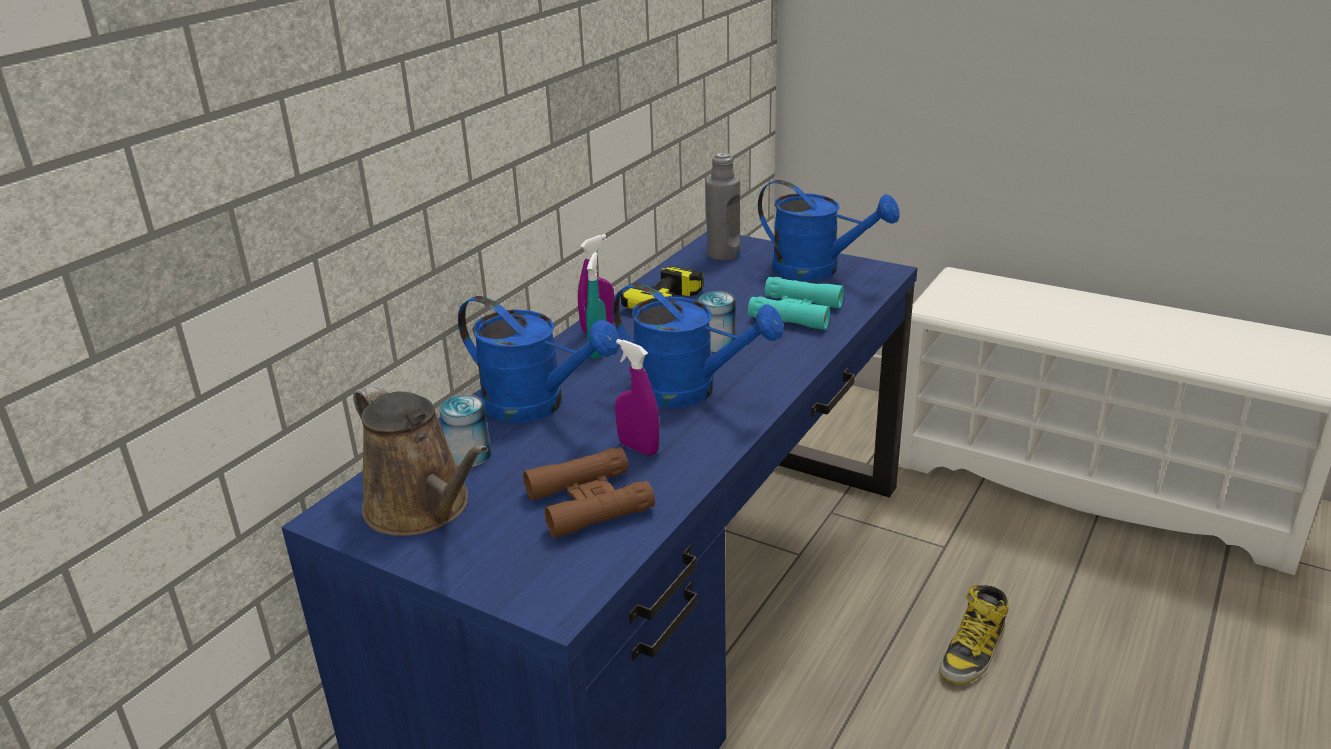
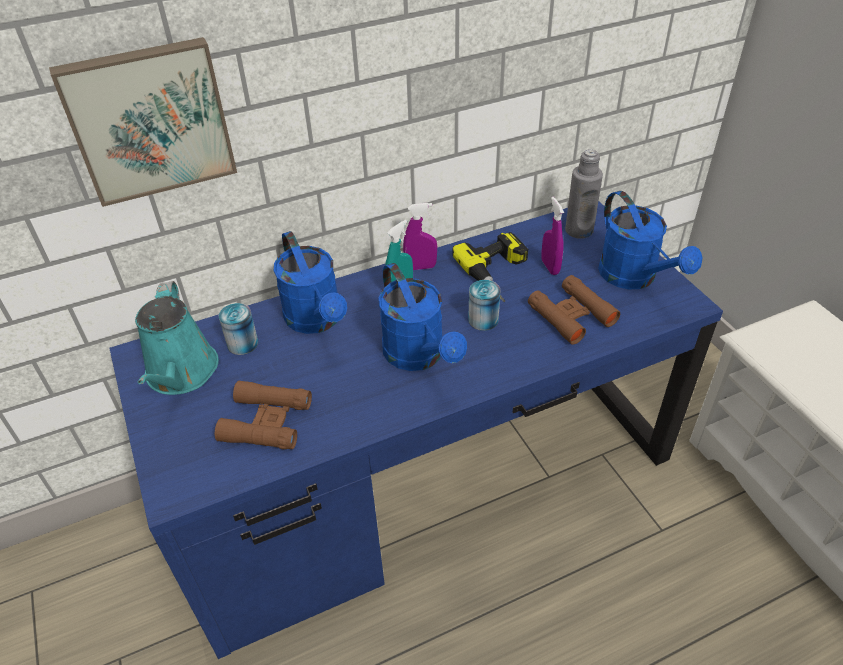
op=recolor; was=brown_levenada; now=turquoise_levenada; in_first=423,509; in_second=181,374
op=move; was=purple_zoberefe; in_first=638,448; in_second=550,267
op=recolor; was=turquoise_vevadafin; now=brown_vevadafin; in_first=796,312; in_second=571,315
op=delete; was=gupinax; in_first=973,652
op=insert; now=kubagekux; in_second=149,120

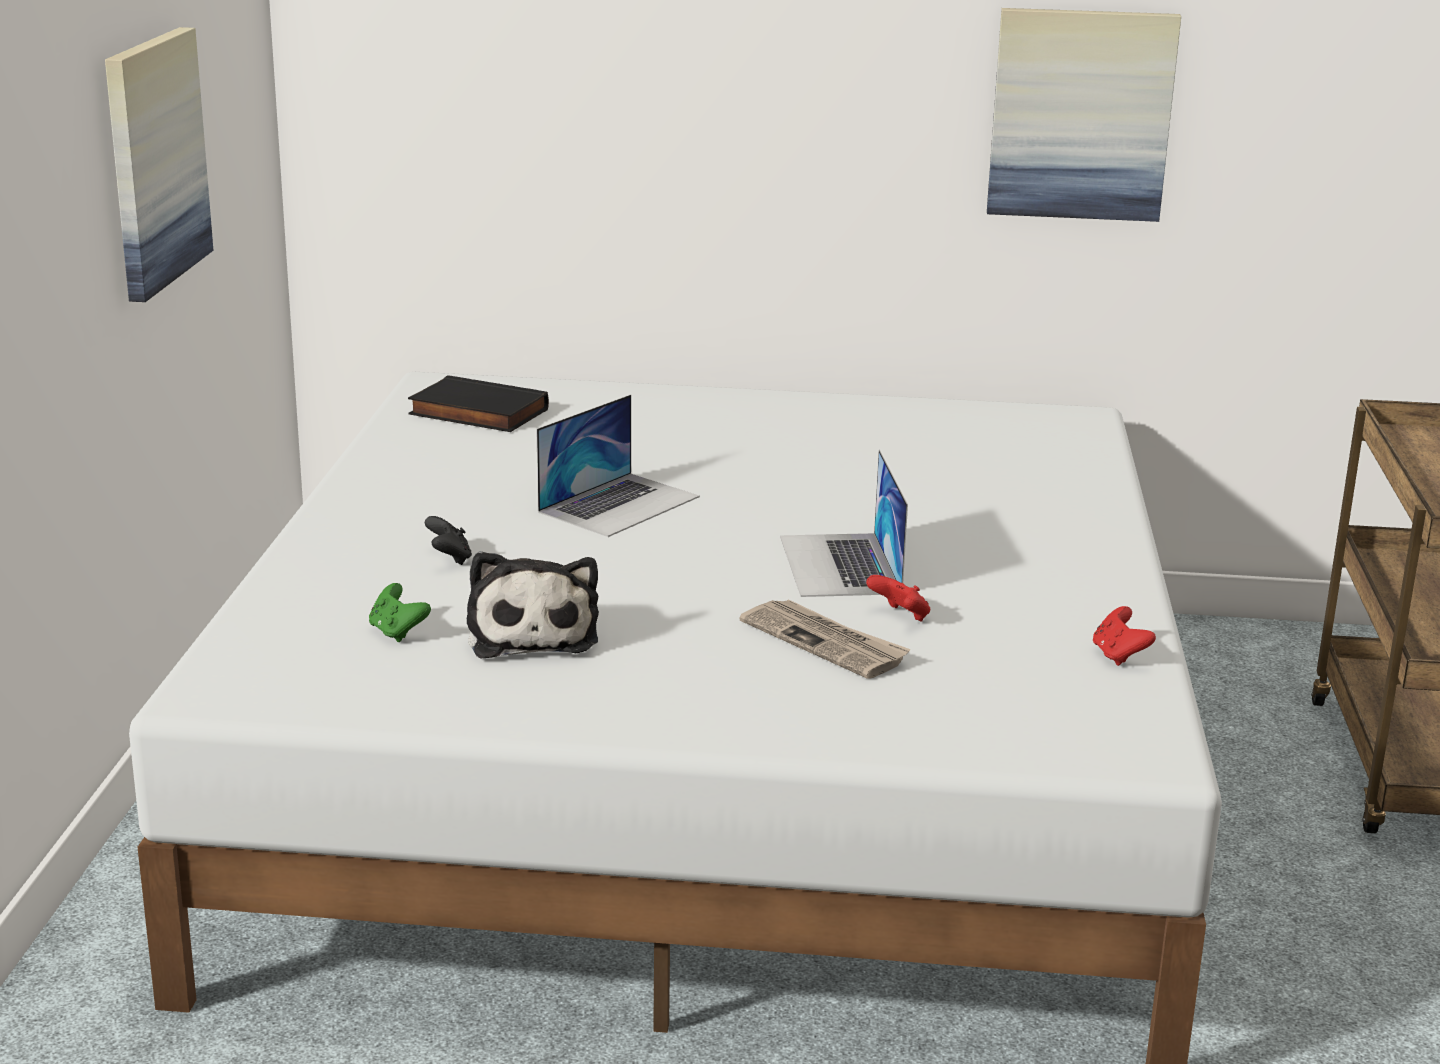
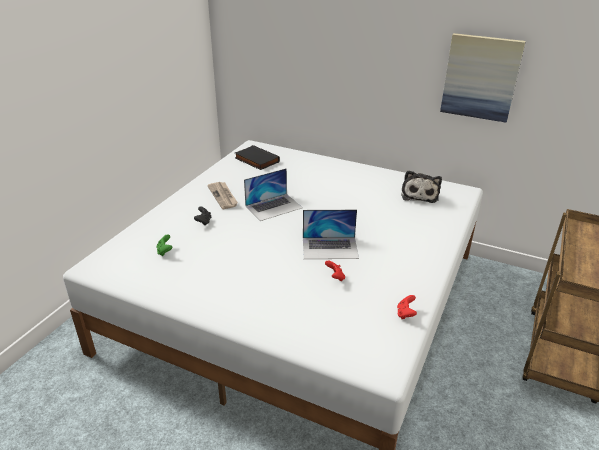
op=delete; was=kubagekux; in_first=154,161
op=move; was=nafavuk; in_first=532,633; in_second=419,194
op=move; was=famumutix; in_first=825,642; in_second=223,196
op=rotate; was=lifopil; in_first=840,565; in_second=330,248; clockwise=-105

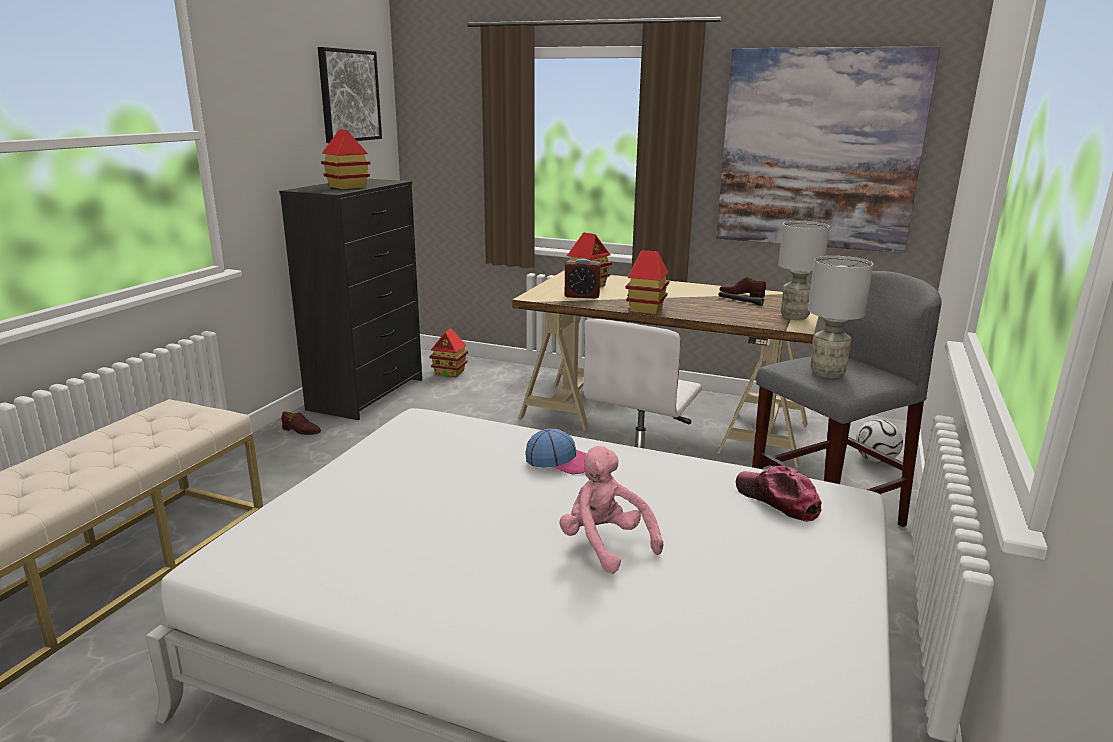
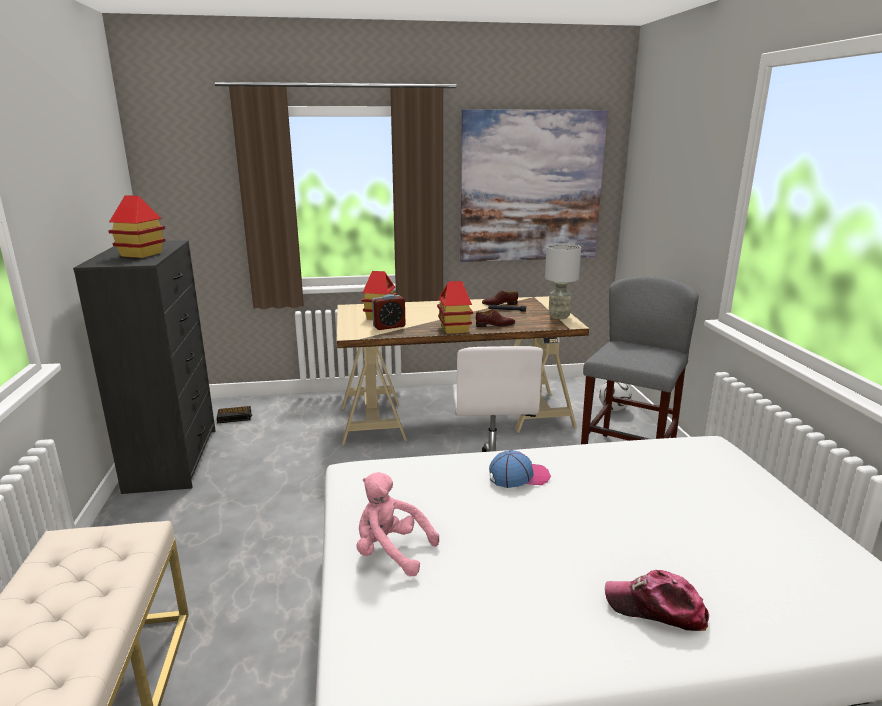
op=move; was=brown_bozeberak; in_first=301,431; in_second=495,325
op=delete; was=kubagekux; in_first=349,95
op=replace; was=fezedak; now=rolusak; in_first=450,372; in_second=235,417
op=move; was=pink_nafavuk; in_first=605,544; in_second=391,552
op=move; was=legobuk; in_first=777,500; in_second=656,608
op=delete; was=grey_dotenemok; in_first=828,373

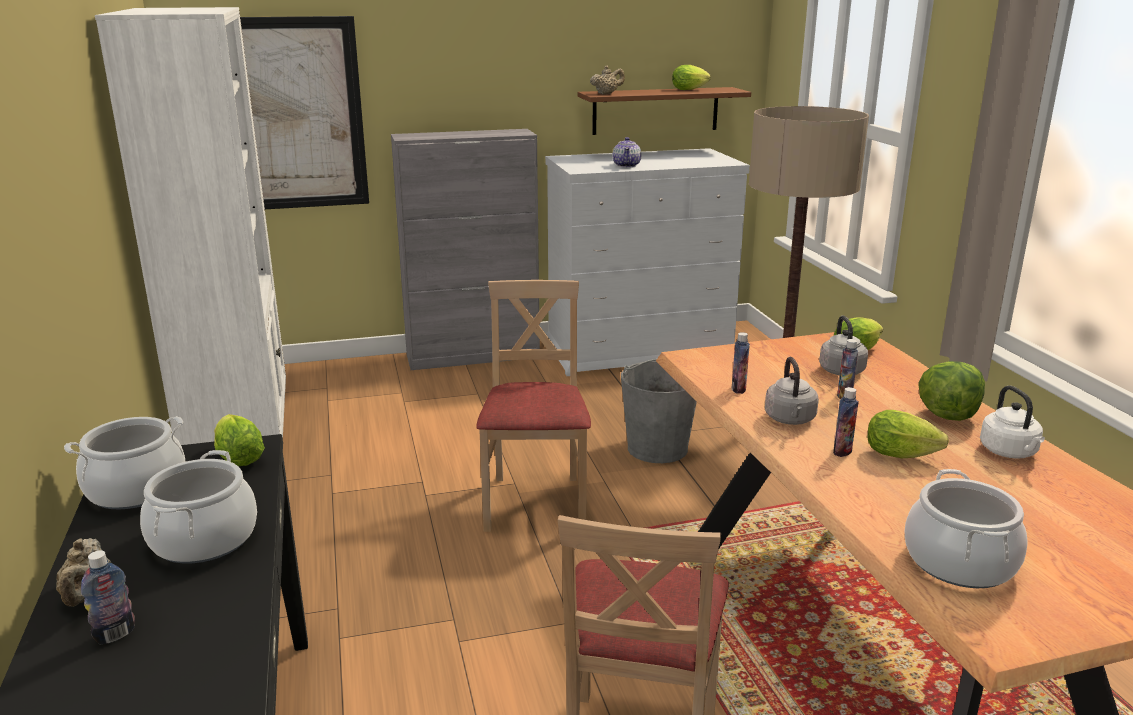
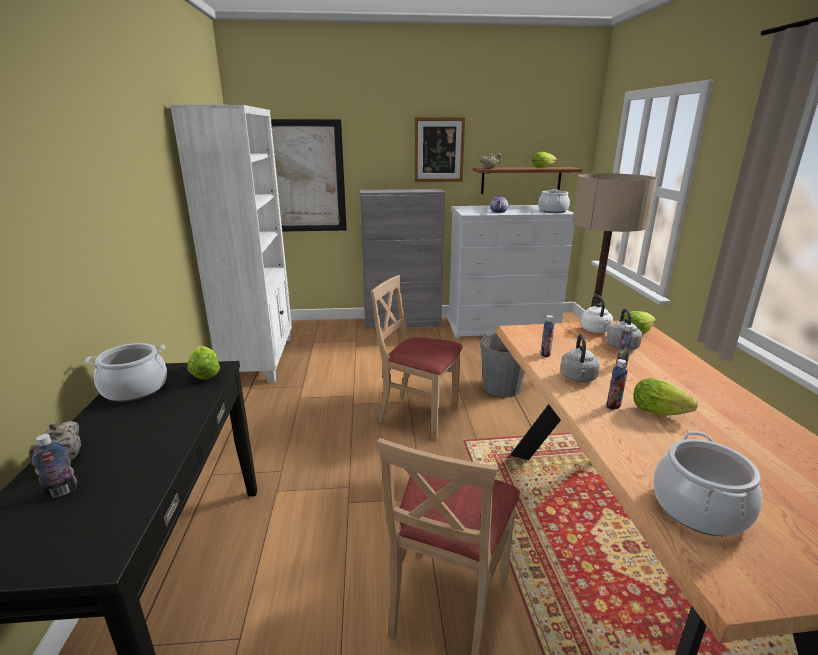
op=move; was=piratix; in_first=204,539; in_second=553,211
op=rotate; was=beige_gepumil; in_first=536,503; in_second=418,415; clockwise=-75
op=delete; was=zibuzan; in_first=947,415
op=move; was=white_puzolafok; in_first=1010,452; in_second=596,331
op=insert; now=kubagekux; in_second=439,150

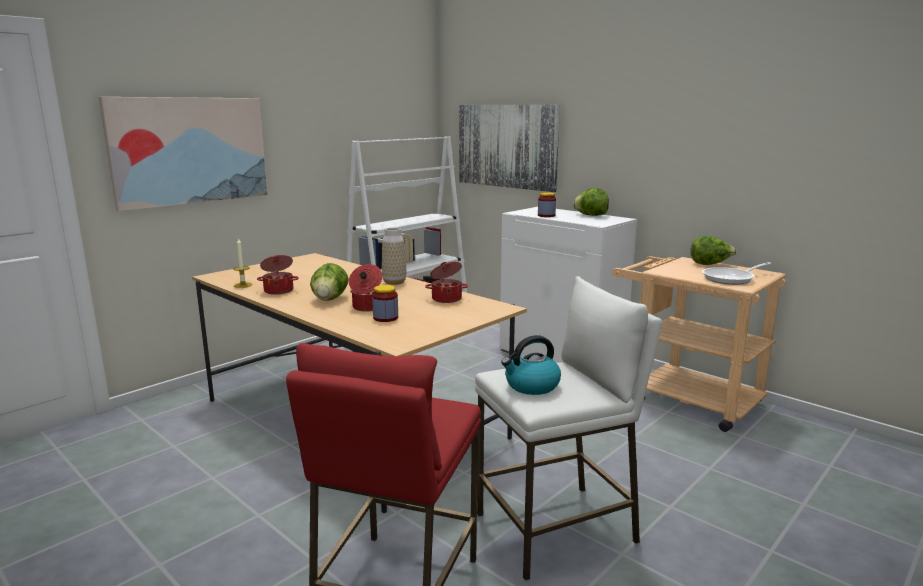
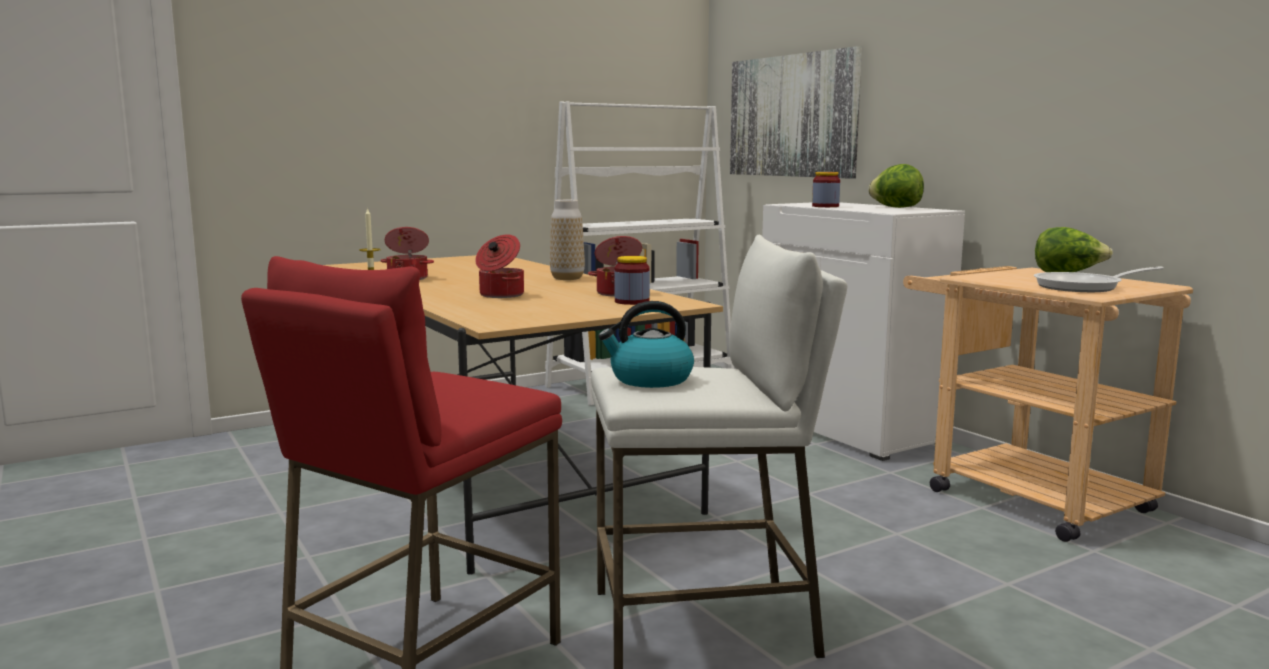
op=delete; was=kubagekux; in_first=189,150
op=delete; was=zibuzan; in_first=330,299
op=move; was=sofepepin; in_first=385,318; in_second=632,301

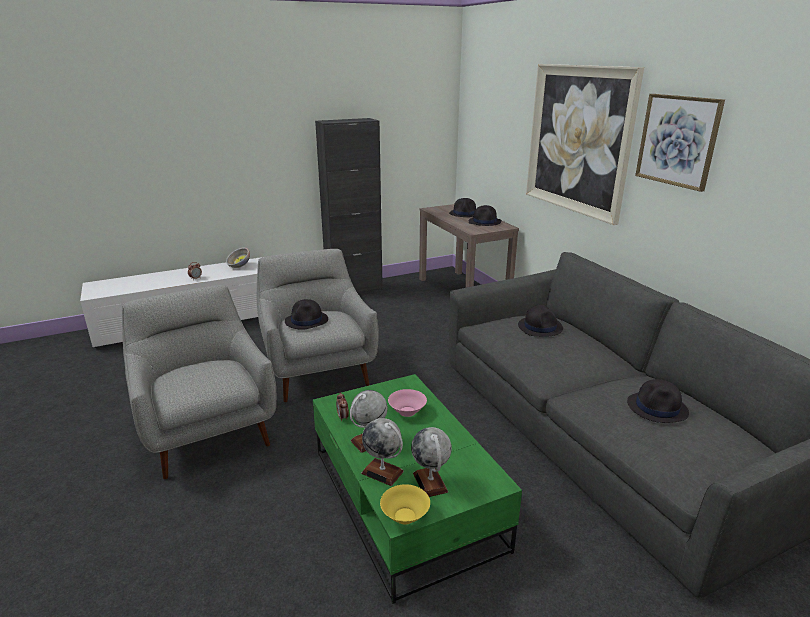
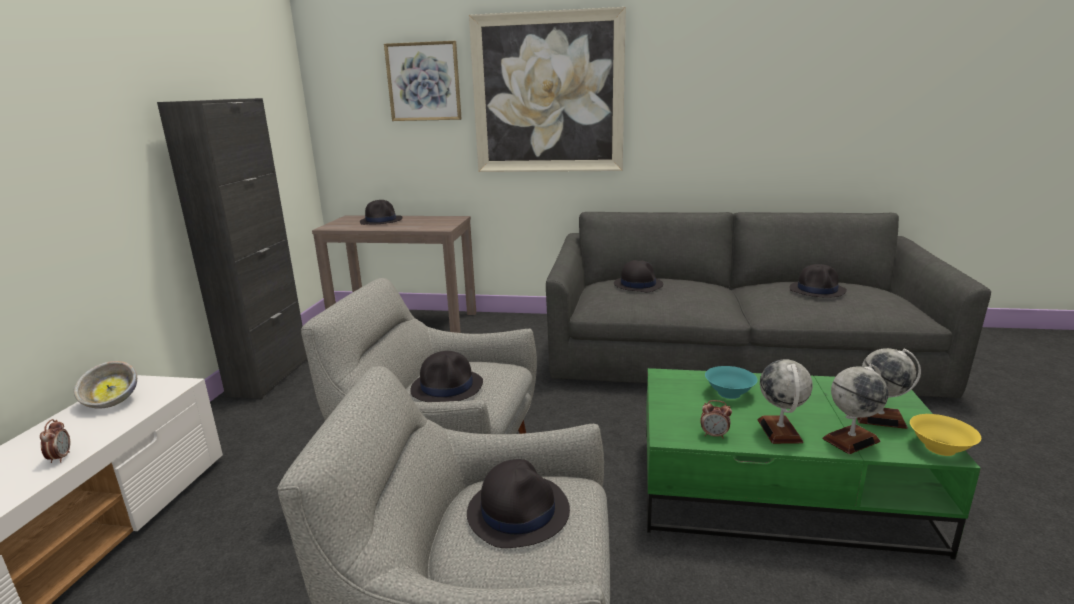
op=recolor; was=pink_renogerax; now=turquoise_renogerax; in_first=407,411; in_second=728,393
op=move; was=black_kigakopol; in_first=485,222; in_second=518,511
op=move; was=kubagekux; in_first=677,141; in_second=423,82

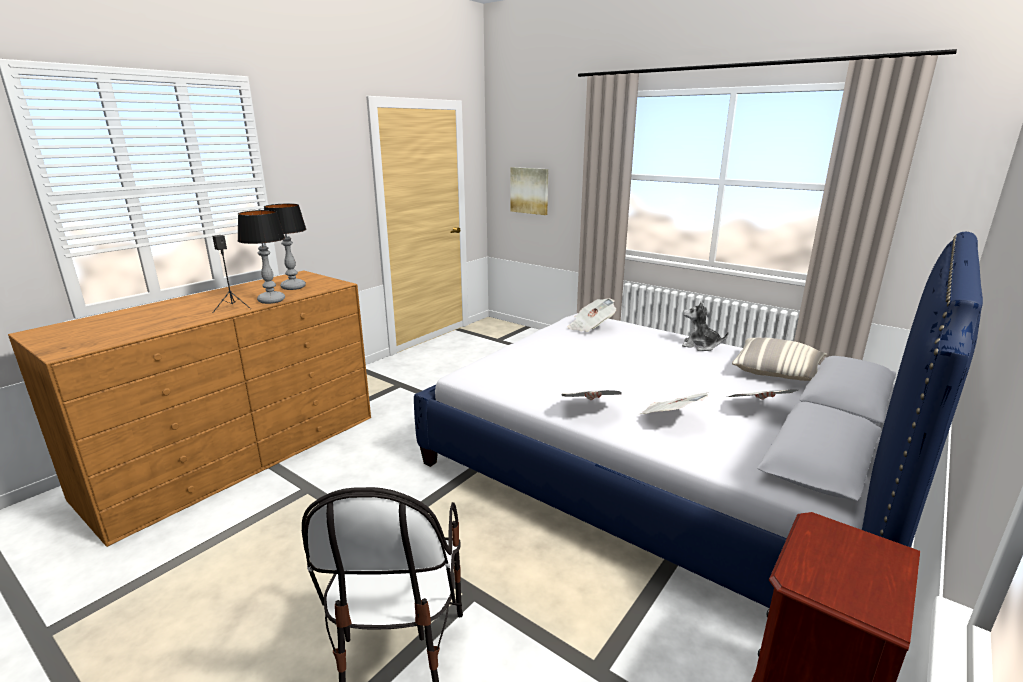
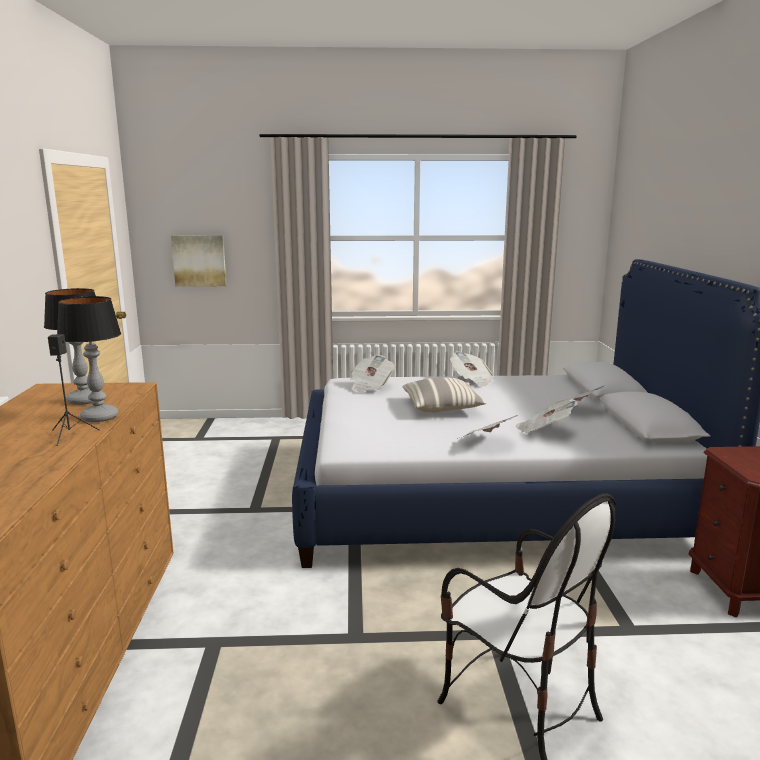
op=replace; was=nafavuk; now=famumutix; in_first=700,346; in_second=472,380
op=move; was=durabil; in_first=776,372; in_second=442,407

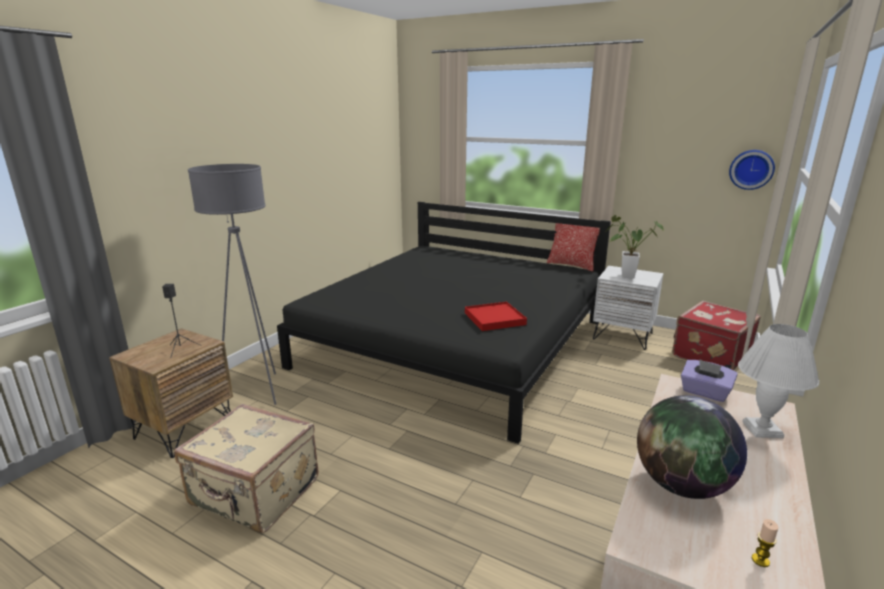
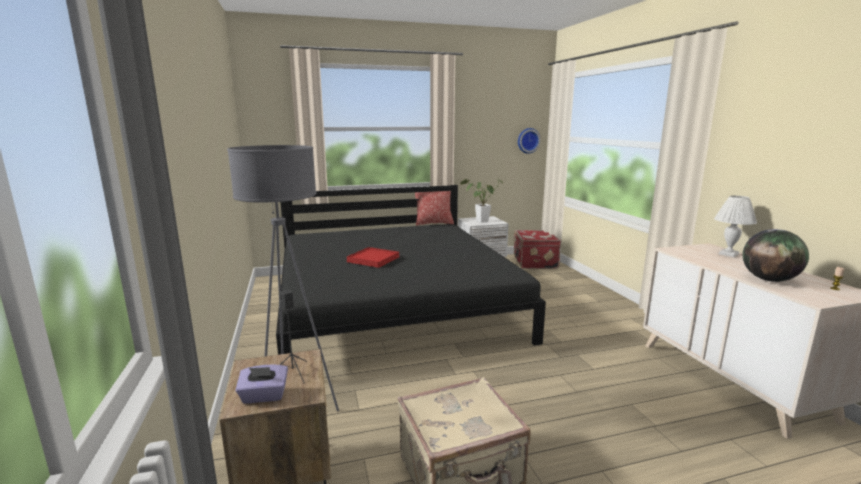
op=move; was=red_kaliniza; in_first=494,318; in_second=373,259
op=move; was=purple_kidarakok; in_first=704,392; in_second=264,396

